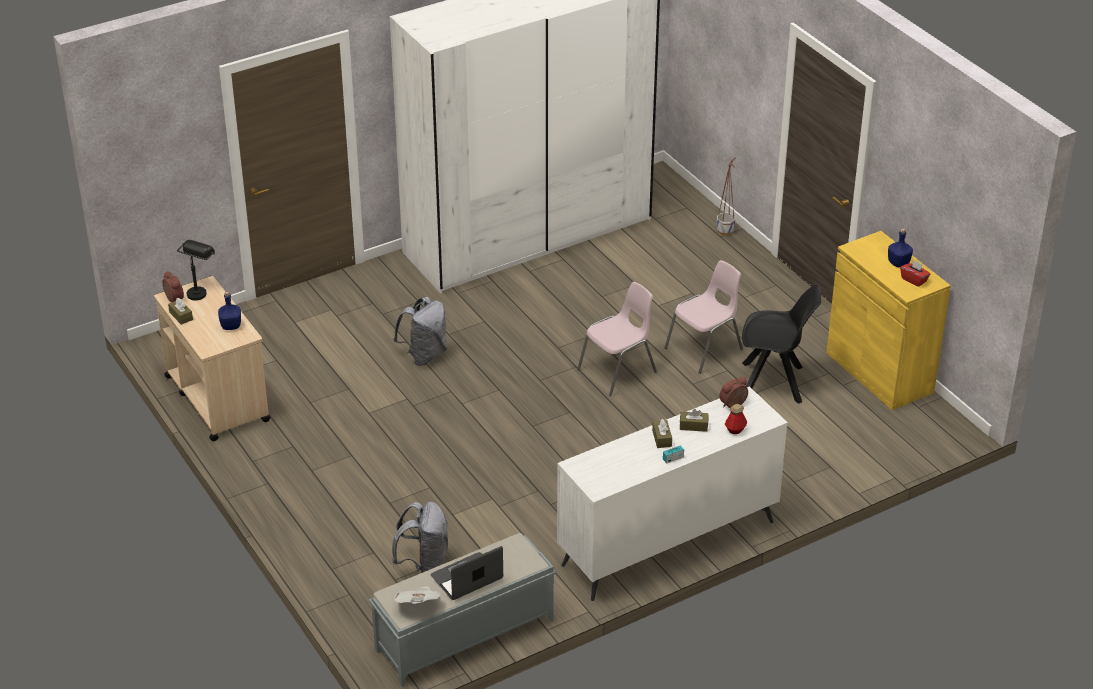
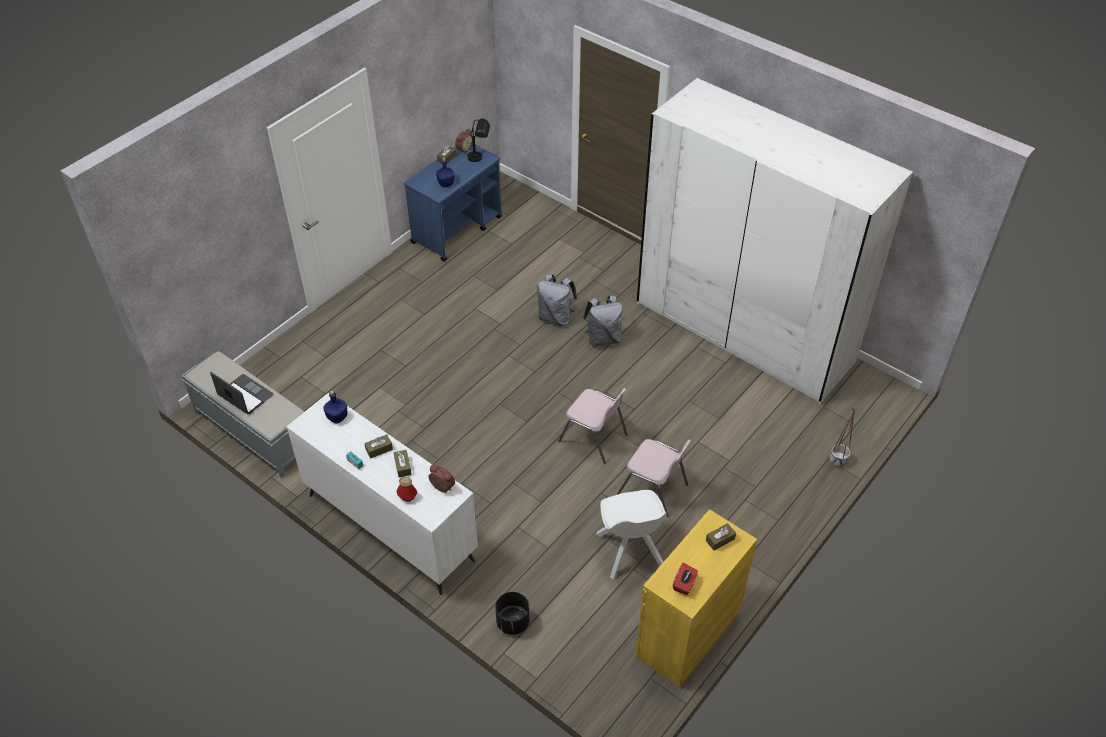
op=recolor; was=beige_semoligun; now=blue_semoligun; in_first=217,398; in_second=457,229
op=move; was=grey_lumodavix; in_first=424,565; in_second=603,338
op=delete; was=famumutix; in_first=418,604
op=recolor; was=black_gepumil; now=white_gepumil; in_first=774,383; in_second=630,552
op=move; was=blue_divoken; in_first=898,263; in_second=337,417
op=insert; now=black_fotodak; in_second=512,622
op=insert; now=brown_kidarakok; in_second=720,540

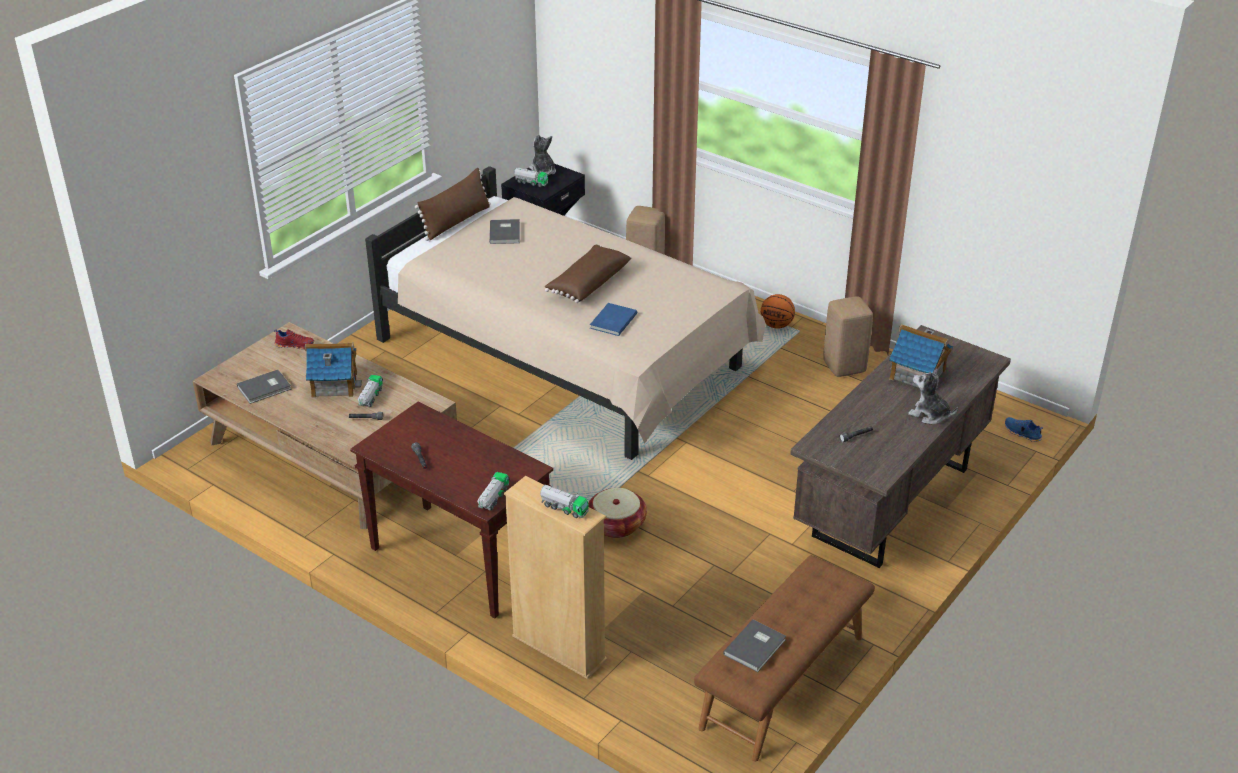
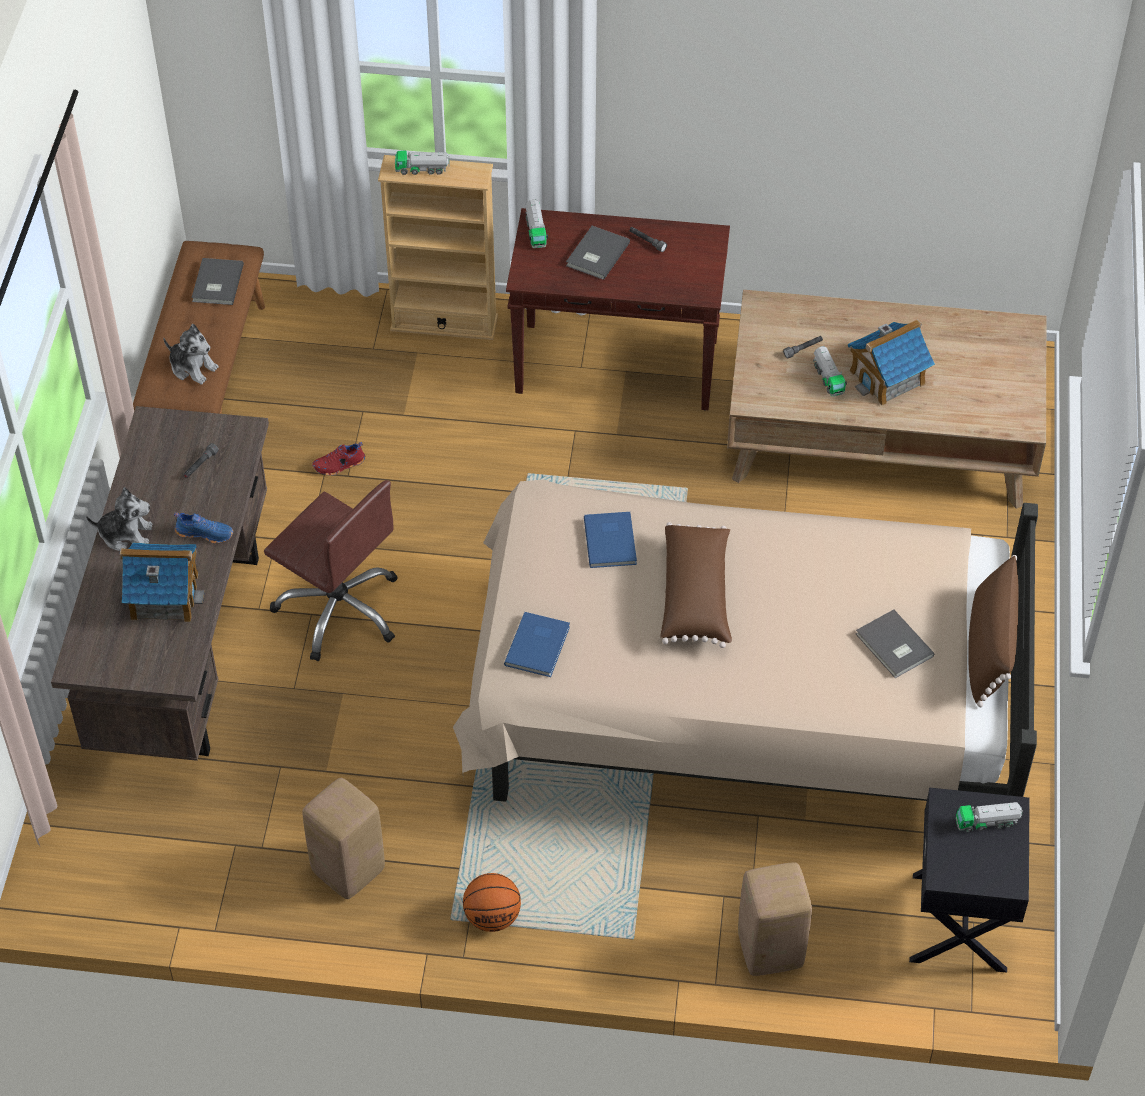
op=move; was=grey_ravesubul; in_first=265,388; in_second=596,254
op=move; was=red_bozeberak; in_first=295,345; in_second=339,465
op=move; was=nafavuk; in_first=543,172; in_second=192,367
op=delete; was=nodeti; in_first=616,525
op=move; was=blue_bozeberak; in_first=1022,433; in_second=205,533
op=insert; now=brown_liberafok; in_second=339,609
op=insert; now=blue_ravesubul; in_second=539,645

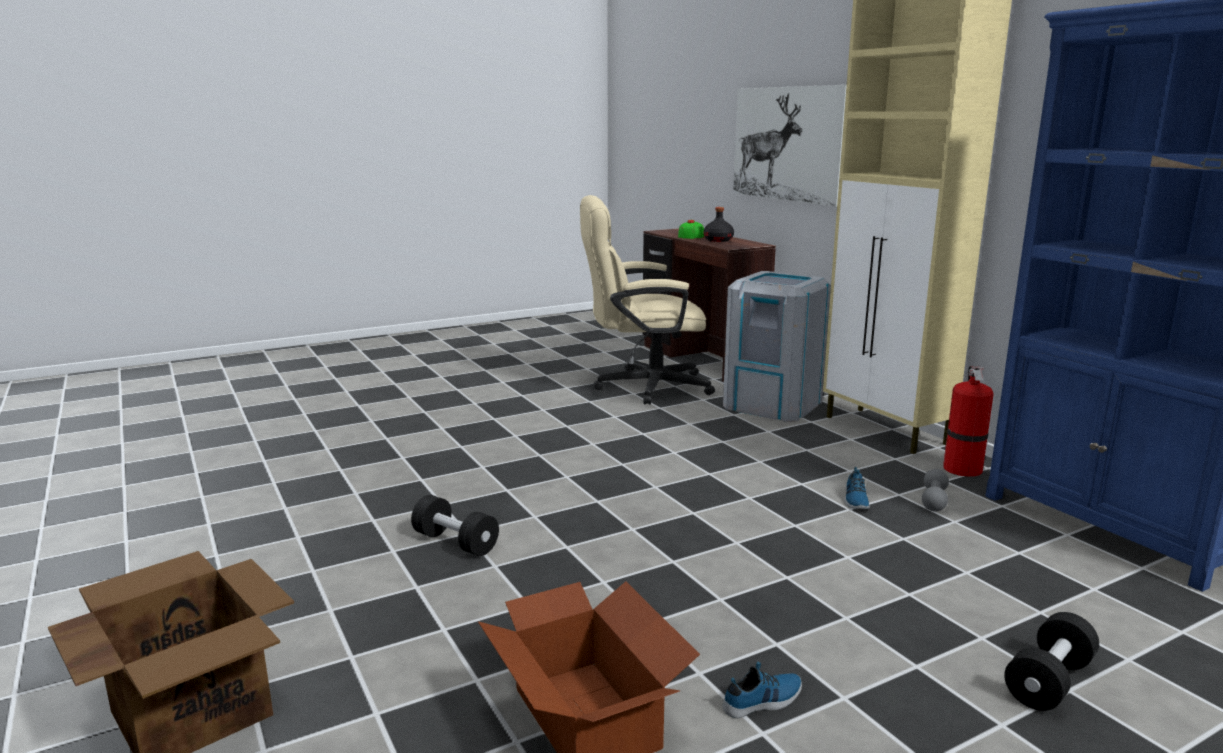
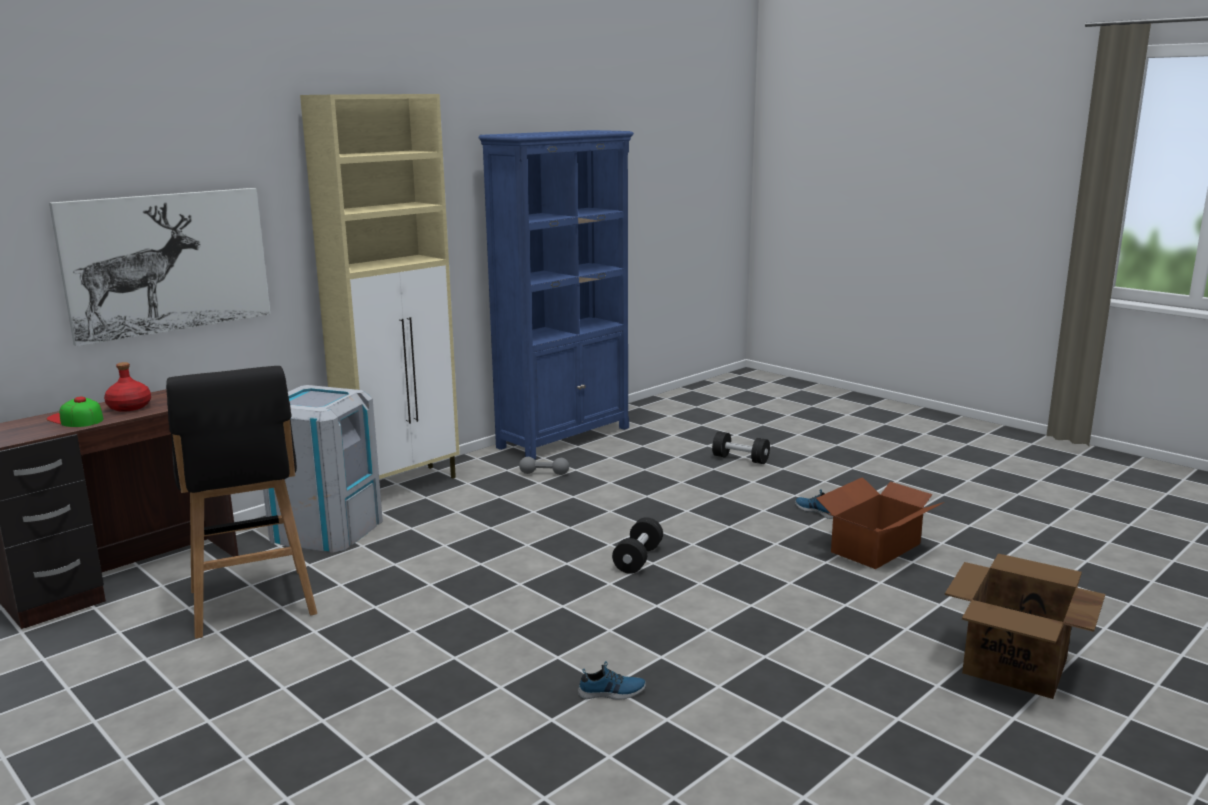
op=move; was=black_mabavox; in_first=455,542; in_second=638,559
op=replace; was=beige_liberafok; now=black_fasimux; in_first=642,387; in_second=253,604
op=recolor; was=black_divoken; now=red_divoken; in_first=718,240; in_second=129,407
op=move; was=bozeberak; in_first=855,500; in_second=612,692
op=delete; was=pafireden; in_first=962,468

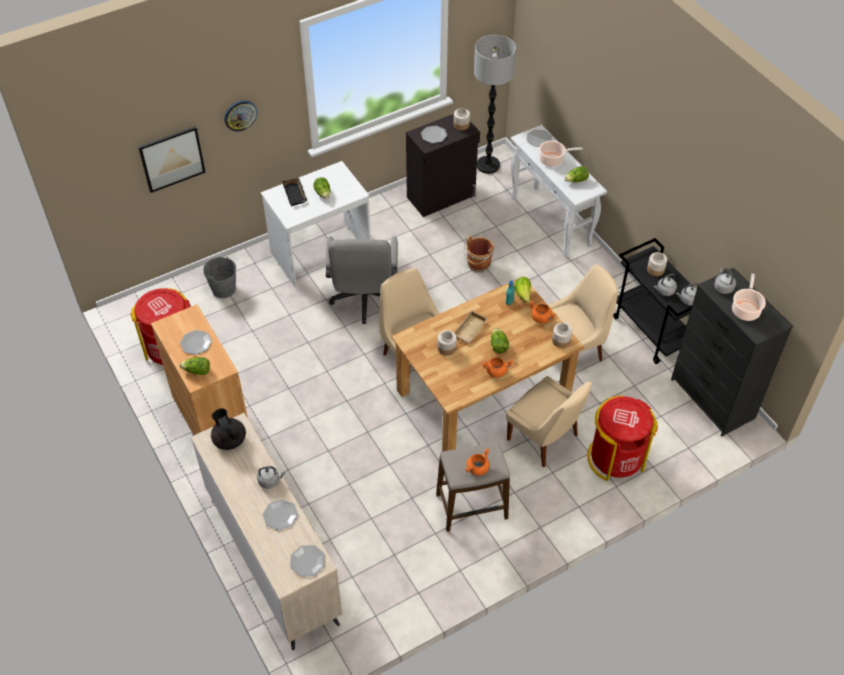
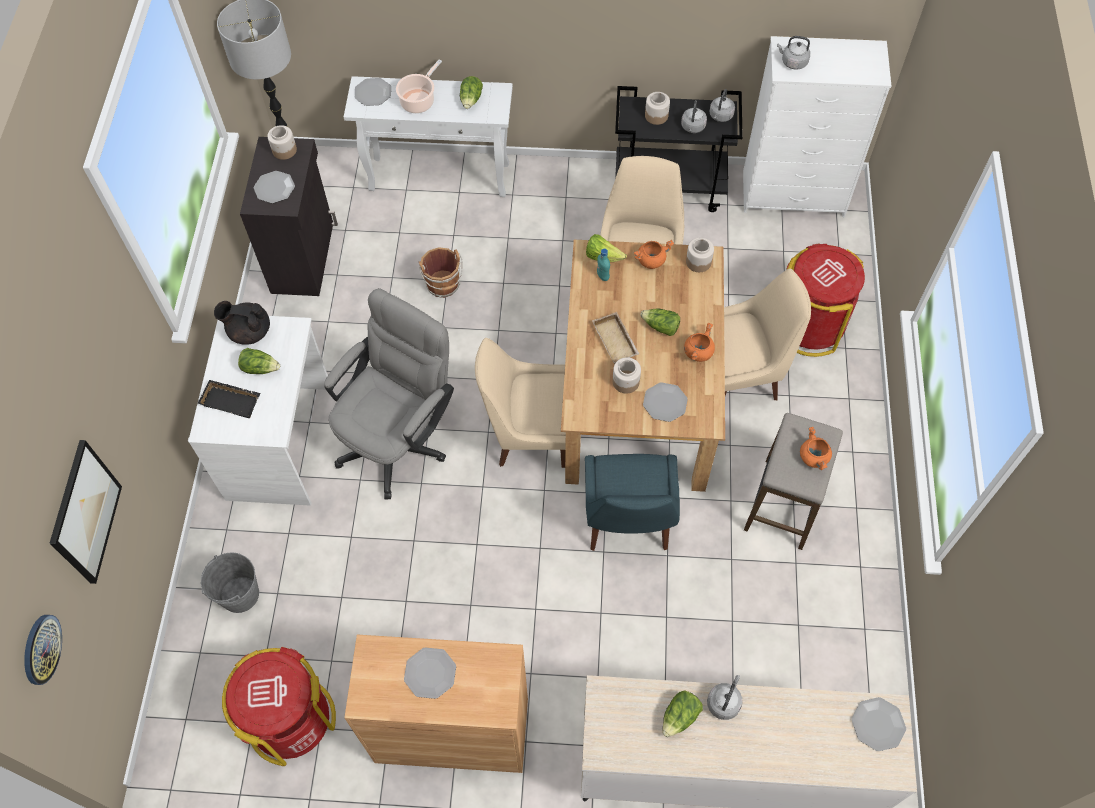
op=move; was=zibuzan; in_first=197,371; in_second=680,717
op=move; was=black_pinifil; in_first=229,439; in_second=249,331
op=move; was=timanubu; in_first=240,115; in_second=41,649
op=move; was=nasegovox; in_first=280,515; in_second=665,402
op=rotate; was=grey_liberafok; in_first=364,301; in_second=399,438; clockwise=-90
op=recolor; was=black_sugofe; now=white_sugofe; in_first=713,399; in_second=794,194
op=delete; was=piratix; in_first=745,309
op=insert; now=blue_gepumil; in_second=627,522

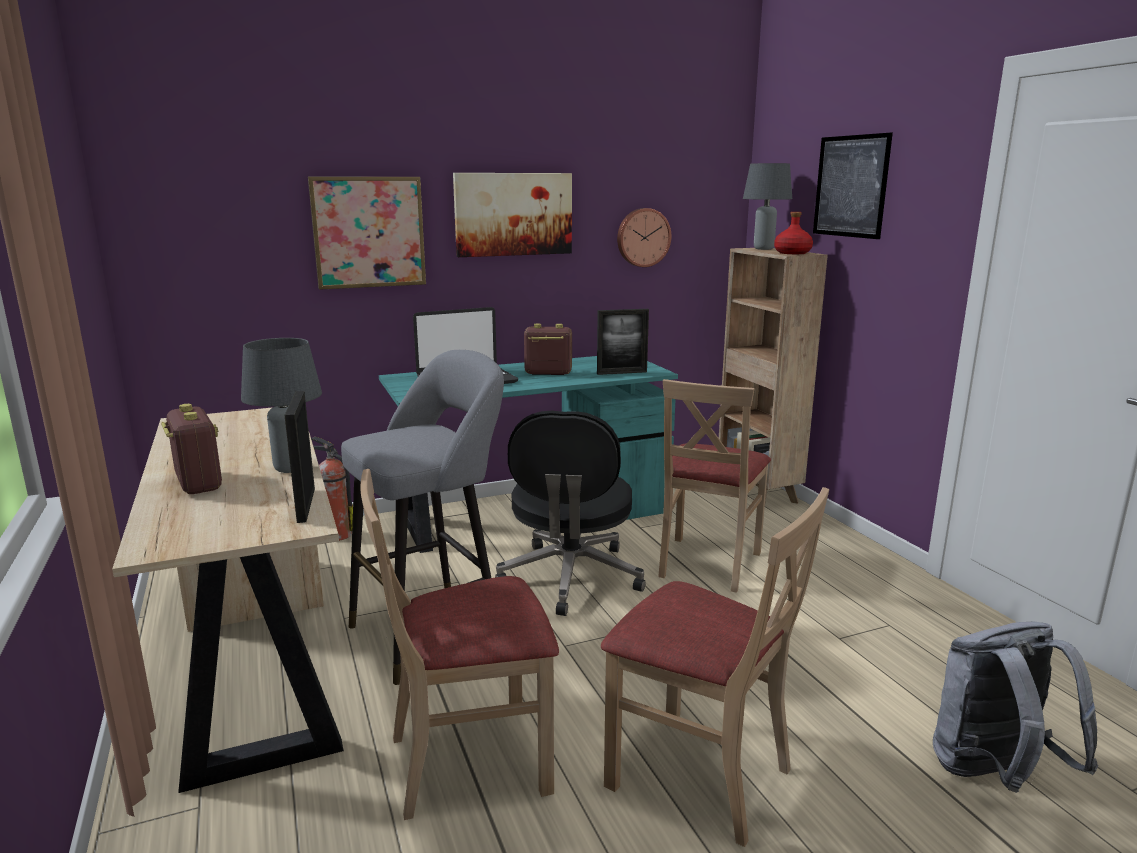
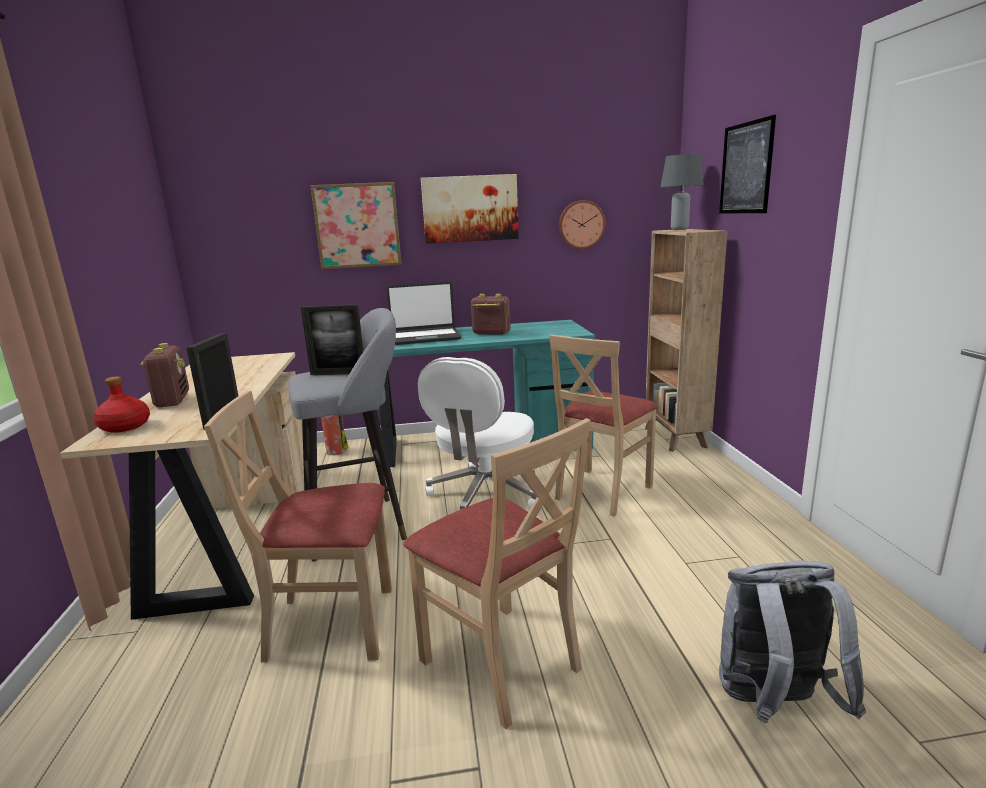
op=delete; was=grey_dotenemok; in_first=289,468
op=recolor; was=black_liberafok; now=white_liberafok; in_first=570,578; in_second=485,494
op=move; was=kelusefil; in_first=622,373; in_second=338,373
op=move; was=red_divoken; in_first=792,253; in_second=124,427

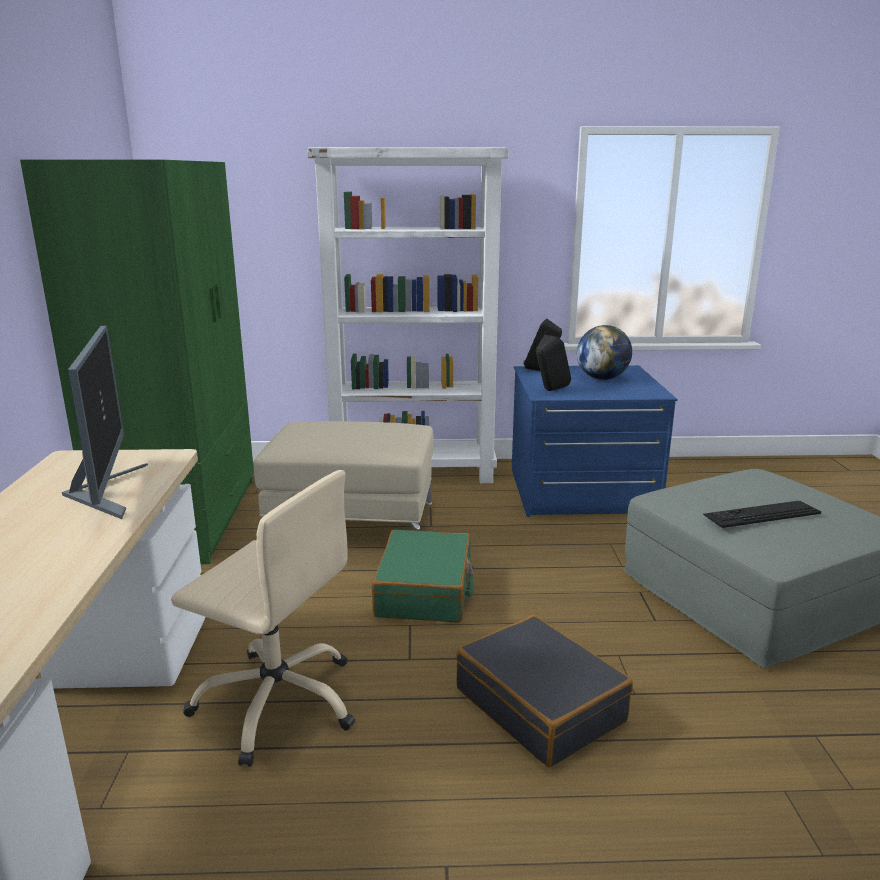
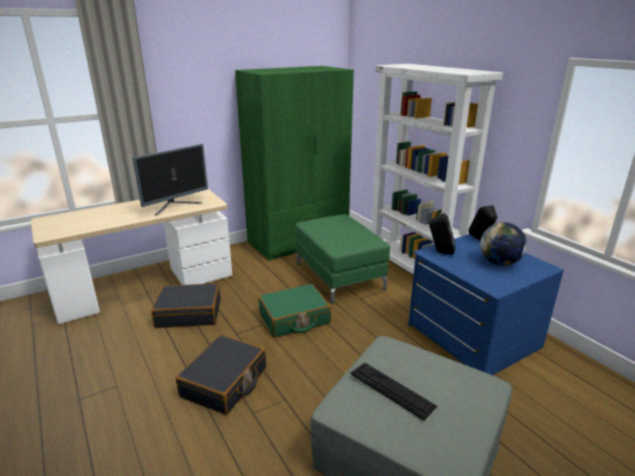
op=replace; was=beige_liberafok; now=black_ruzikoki; in_first=278,701; in_second=189,313
op=recolor; was=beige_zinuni; now=green_zinuni; in_first=352,521; in_second=340,276

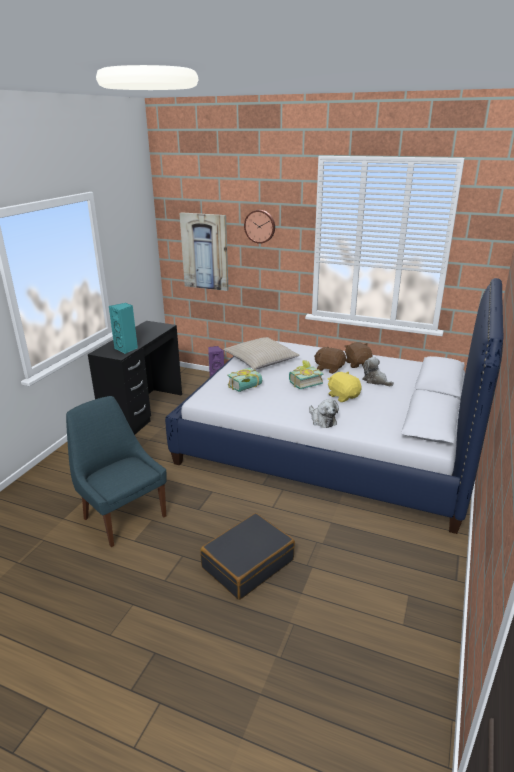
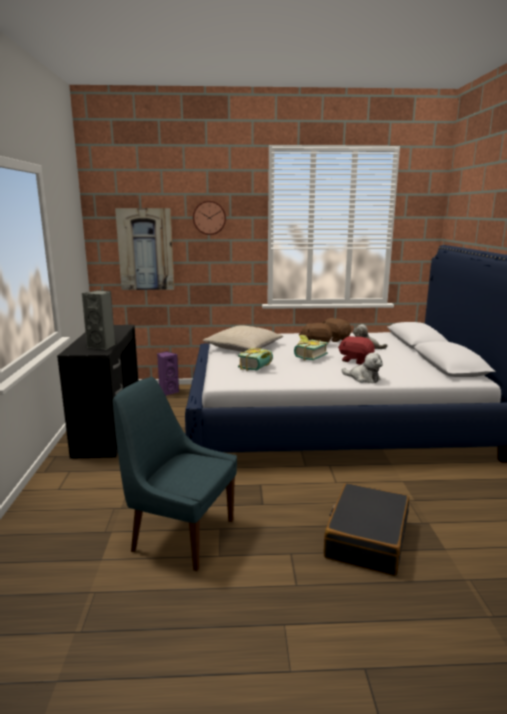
op=recolor; was=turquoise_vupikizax; now=grey_vupikizax; in_first=127,349; in_second=103,346
op=recolor; was=yellow_nafavuk; now=red_nafavuk; in_first=343,396; in_second=356,360

